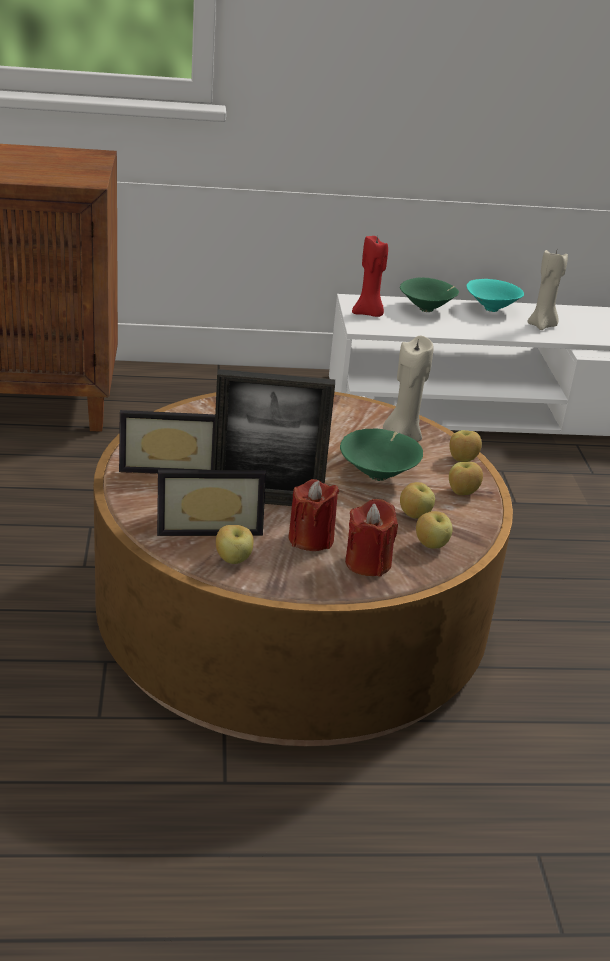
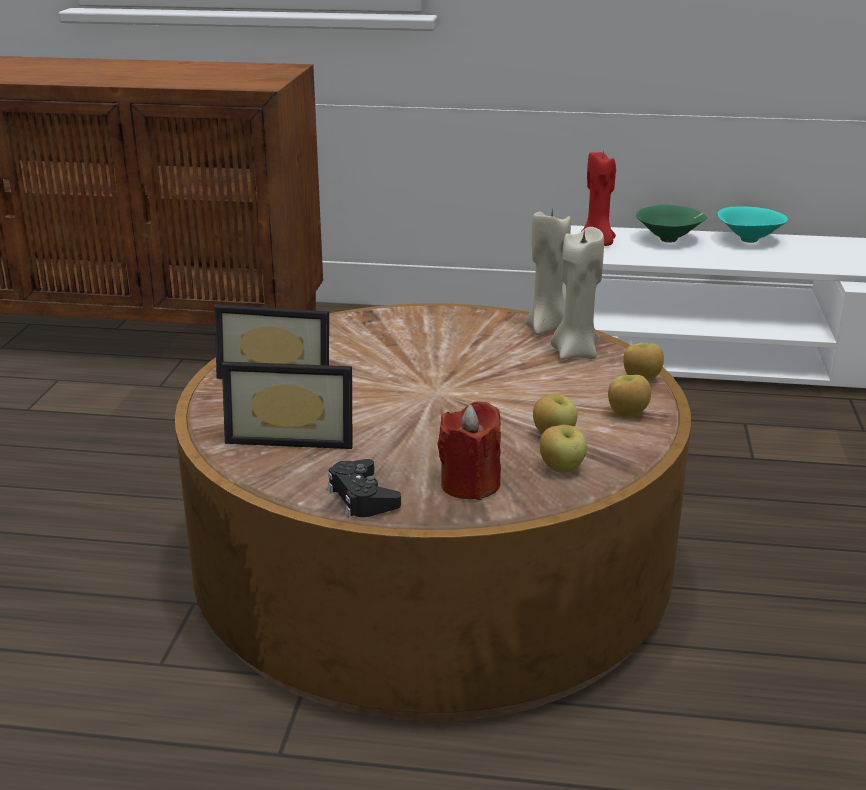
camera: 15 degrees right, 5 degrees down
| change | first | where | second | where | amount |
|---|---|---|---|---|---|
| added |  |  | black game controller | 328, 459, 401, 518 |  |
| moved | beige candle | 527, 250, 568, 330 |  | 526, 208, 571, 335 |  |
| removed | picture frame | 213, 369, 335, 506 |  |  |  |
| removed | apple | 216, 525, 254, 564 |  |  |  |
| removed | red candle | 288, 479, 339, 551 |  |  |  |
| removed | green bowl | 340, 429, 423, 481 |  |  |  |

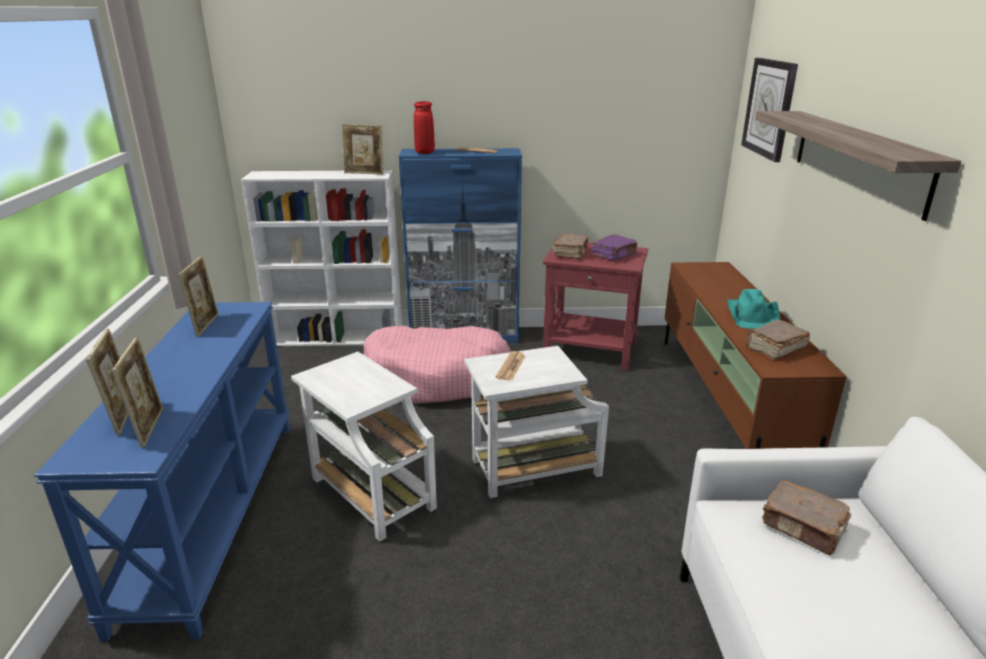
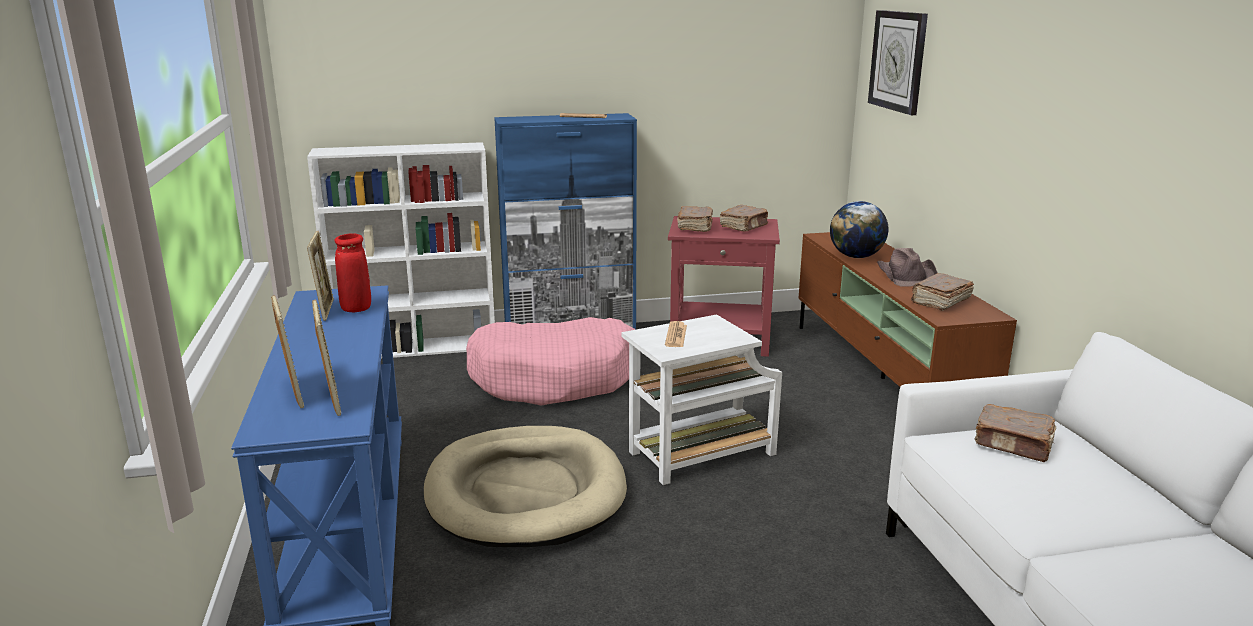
camera: 10 degrees left, 5 degrees down
| change | first | where | second | where | amount |
|---|---|---|---|---|---|
| moved | red vase | 414, 101, 435, 154 |  | 334, 233, 371, 312 |  |
| replaced | white side table | 291, 352, 437, 542 | beige dog bed | 424, 426, 627, 547 |  |
| recoloured | purple book | 592, 234, 637, 260 | brown book | 719, 205, 768, 231 |  |
| added |  |  | globe | 830, 201, 888, 258 |  |
| recoloured | turquoise hat | 727, 289, 780, 329 | brown hat | 877, 248, 938, 287 |  |
| removed | picture frame | 342, 124, 383, 175 |  |  |  |
| removed | shelf | 755, 111, 962, 221 |  |  |  |

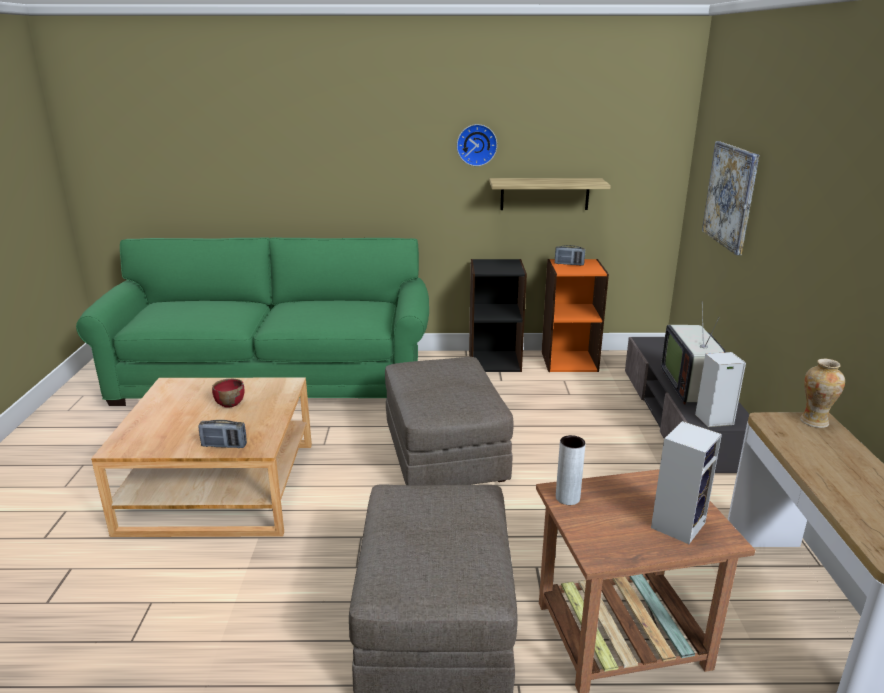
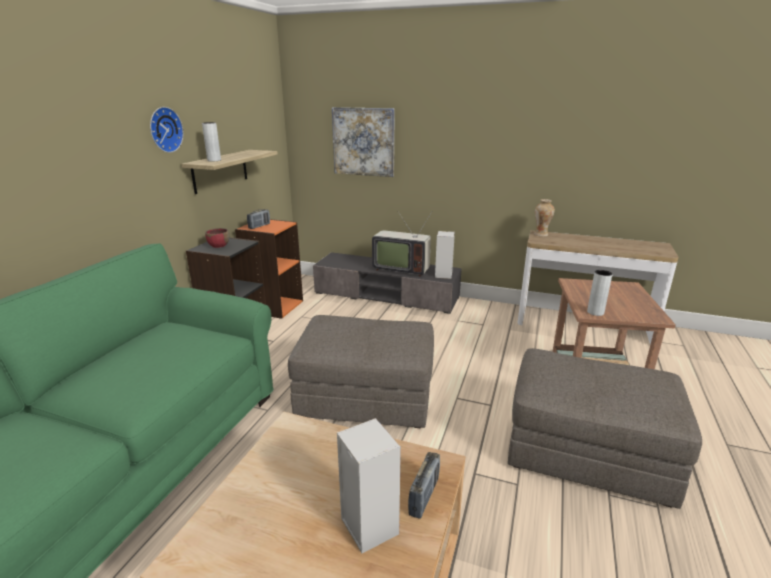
camera: 70 degrees left, 0 degrees up
| change | first | where | second | where | amount |
|---|---|---|---|---|---|
| added |  |  | grey vase | 202, 122, 221, 161 |  |
| moved | red bowl | 212, 379, 244, 408 |  | 205, 228, 229, 248 |  |
| moved | speaker | 651, 421, 722, 544 |  | 337, 418, 401, 553 |  |

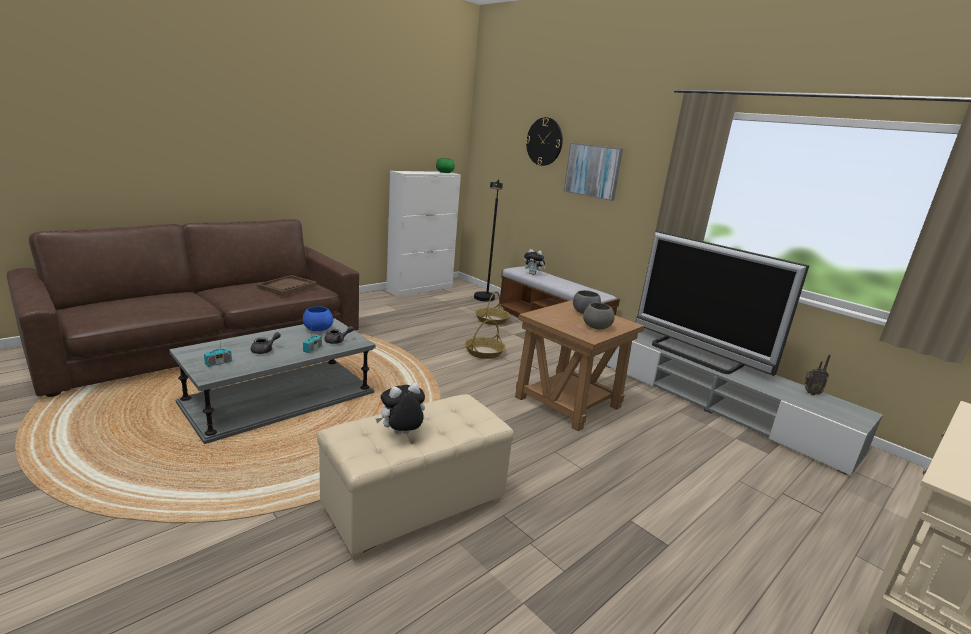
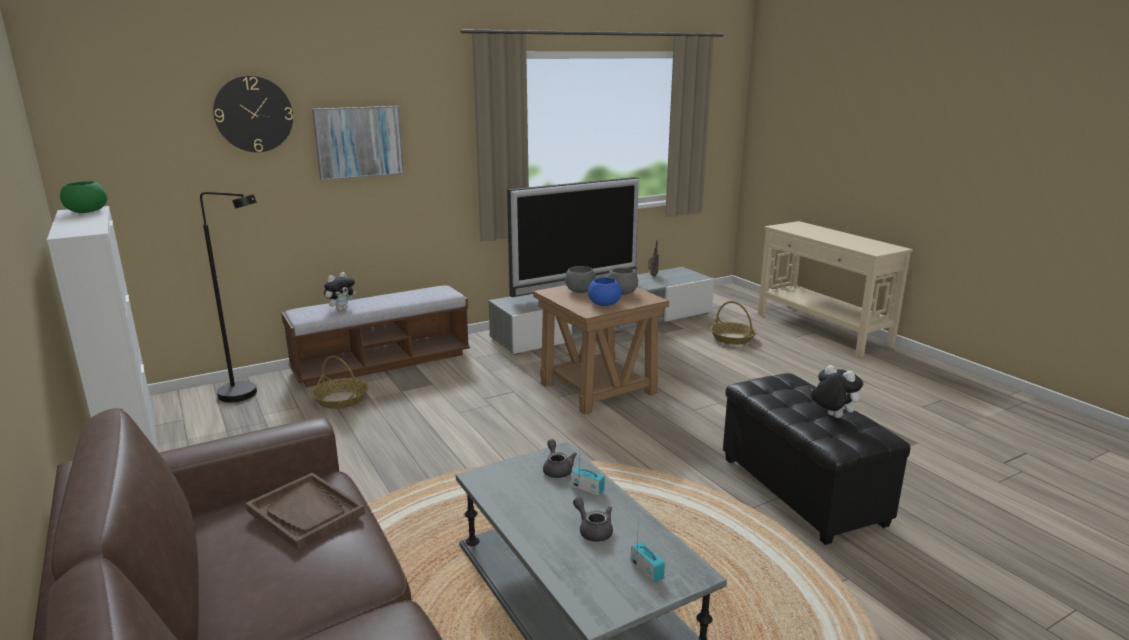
camera: 75 degrees left, 0 degrees up
| change | first | where | second | where | amount |
|---|---|---|---|---|---|
| moved | blue bowl | 303, 306, 333, 331 |  | 588, 277, 622, 306 |  |
| moved | basket | 465, 319, 505, 359 |  | 710, 301, 757, 345 |  |
| recoloured | beige ottoman | 317, 394, 514, 561 | black ottoman | 723, 373, 910, 545 |  |
| turned | plush toy | 376, 383, 425, 434 |  | 811, 365, 863, 418 | 150 degrees clockwise |

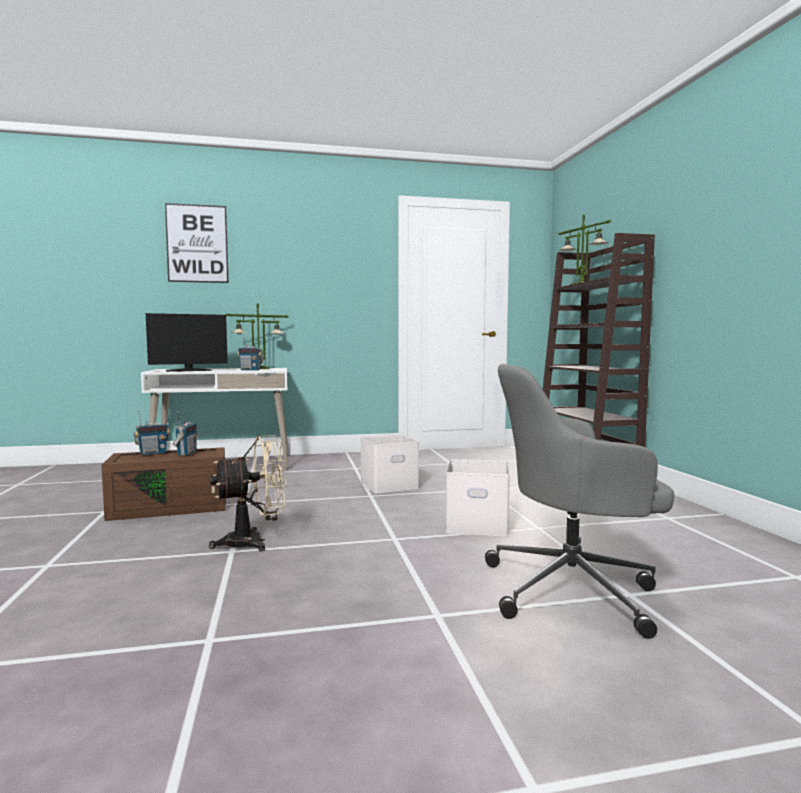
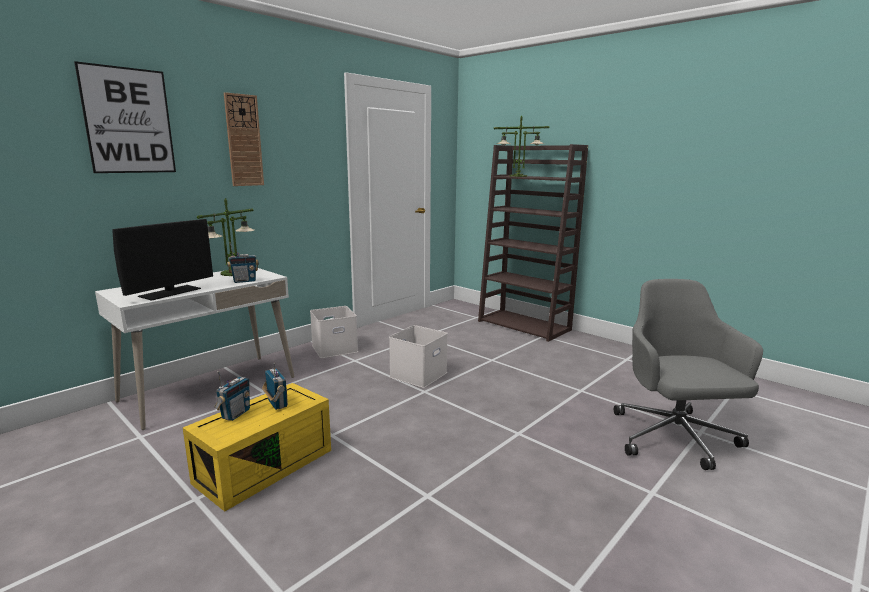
camera: 35 degrees left, 10 degrees up
| change | first | where | second | where | amount |
|---|---|---|---|---|---|
| recoloured | brown storage box | 101, 447, 226, 521 | yellow storage box | 183, 383, 331, 512 |  |
| added |  |  | wall clock | 224, 92, 264, 186 |  |
| moved | white storage box | 446, 459, 510, 537 |  | 310, 306, 358, 358 |  |
| turned | grey office chair | 485, 364, 675, 639 |  | 614, 279, 763, 470 | 120 degrees clockwise |
| removed | beige fan | 209, 435, 287, 551 |  |  |  |

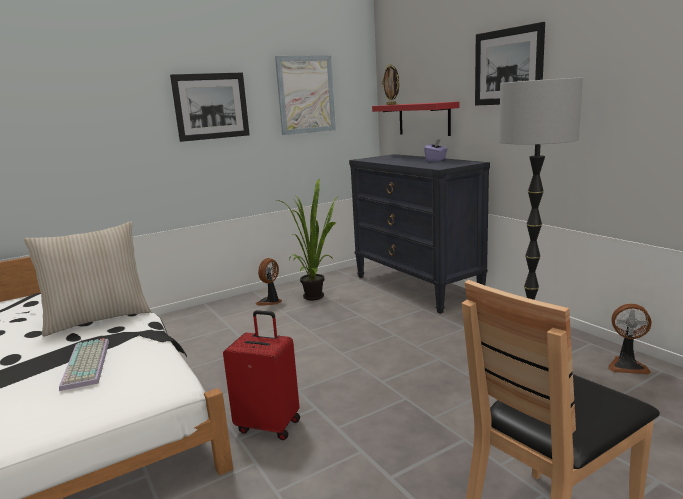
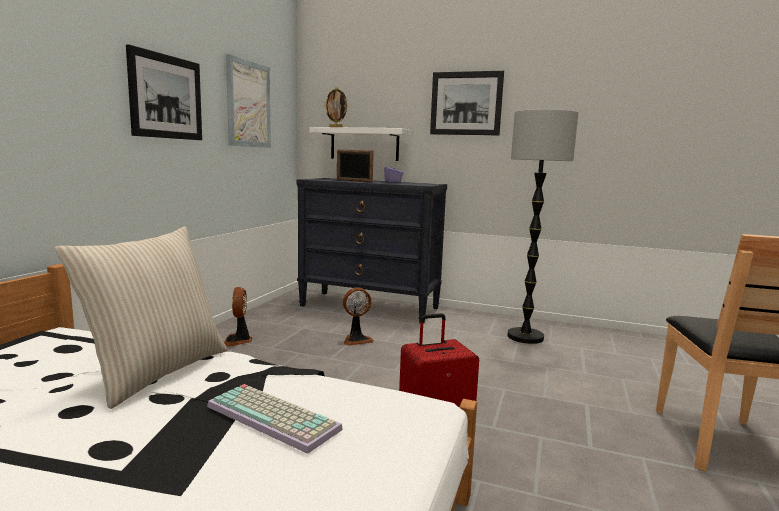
camera: 40 degrees left, 5 degrees down
| change | first | where | second | where | amount |
|---|---|---|---|---|---|
| recoloured | red shelf | 372, 102, 460, 136 | white shelf | 310, 127, 411, 161 |  |
| added |  |  | picture frame | 337, 150, 374, 182 |  |
| moved | fan | 608, 304, 652, 375 |  | 343, 287, 374, 346 |  |
| removed | potted plant | 277, 179, 337, 300 |  |  |  |

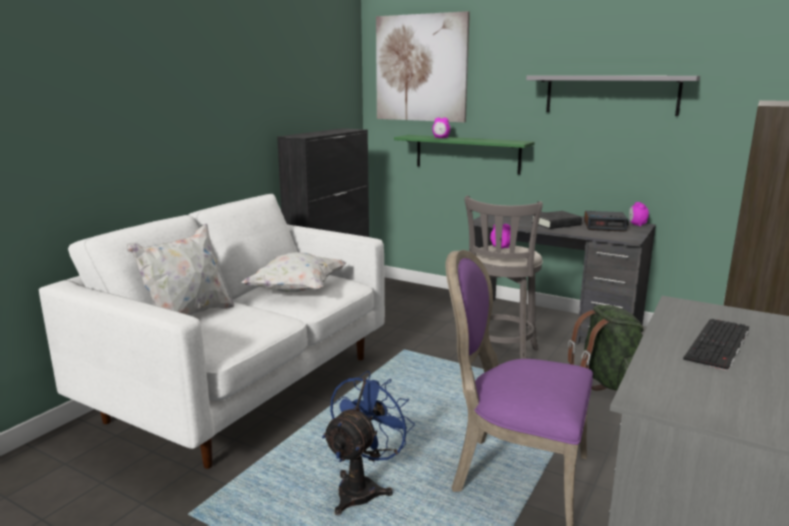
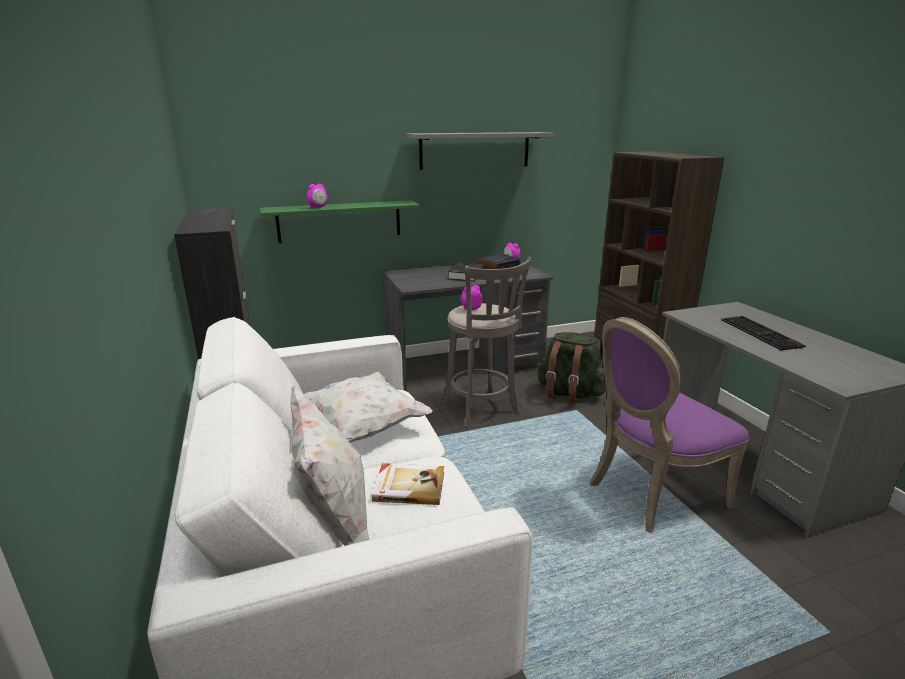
camera: 50 degrees left, 5 degrees up
| change | first | where | second | where | amount |
|---|---|---|---|---|---|
| added |  |  | book | 372, 463, 444, 505 |  |
| removed | blue fan | 322, 371, 415, 515 |  |  |  |
| removed | picture | 376, 11, 470, 123 |  |  |  |

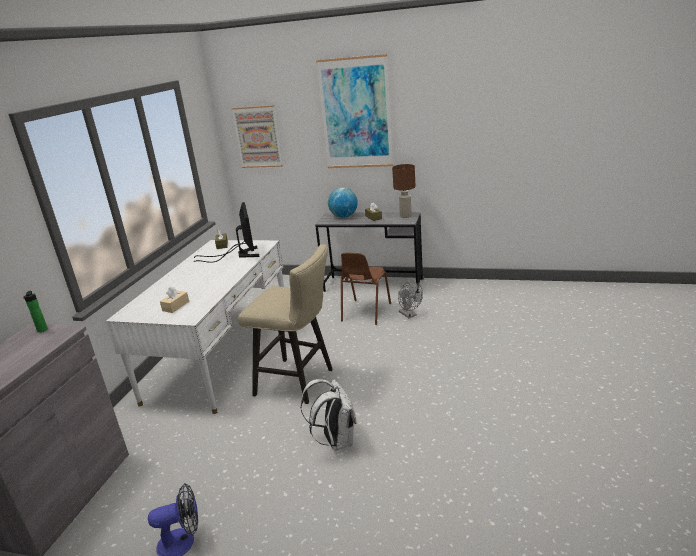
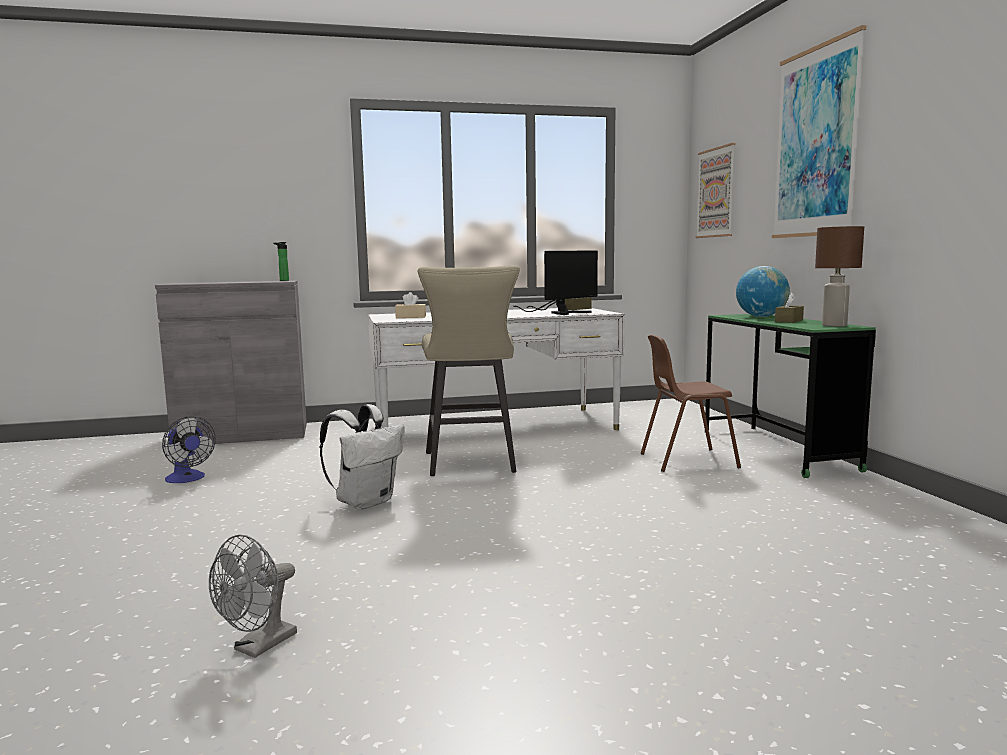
camera: 60 degrees right, 15 degrees down
| change | first | where | second | where | amount |
|---|---|---|---|---|---|
| moved | grey fan | 398, 281, 423, 318 |  | 209, 535, 297, 658 |  |
| recoloured | grey desk | 315, 212, 424, 293 | green desk | 705, 314, 876, 478 |  |

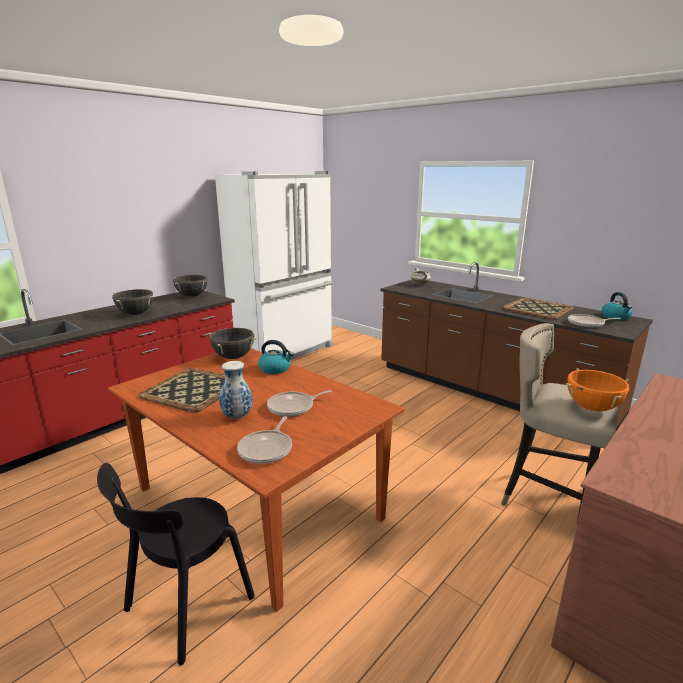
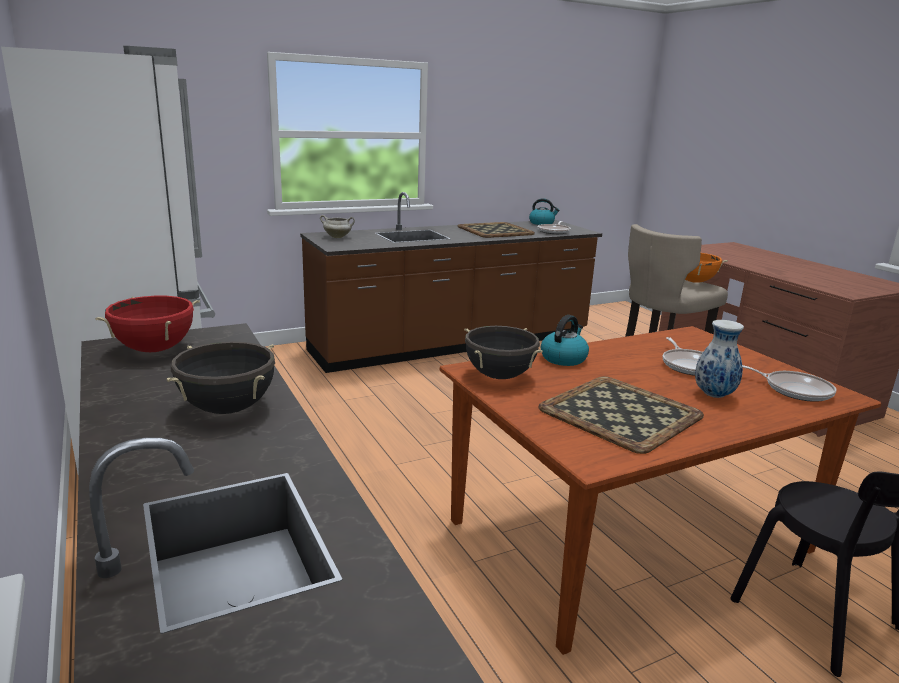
camera: 70 degrees left, 0 degrees up
| change | first | where | second | where | amount |
|---|---|---|---|---|---|
| recoloured | black cooking pot | 173, 275, 207, 297 | red cooking pot | 95, 296, 200, 352 |  |

